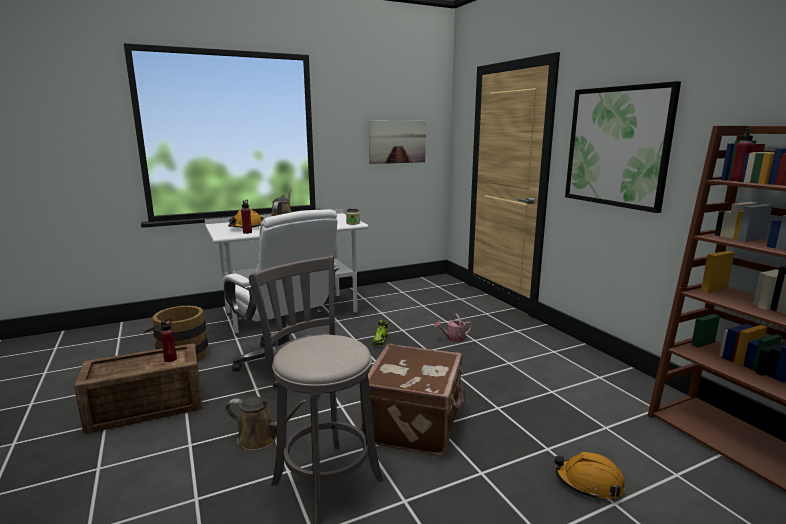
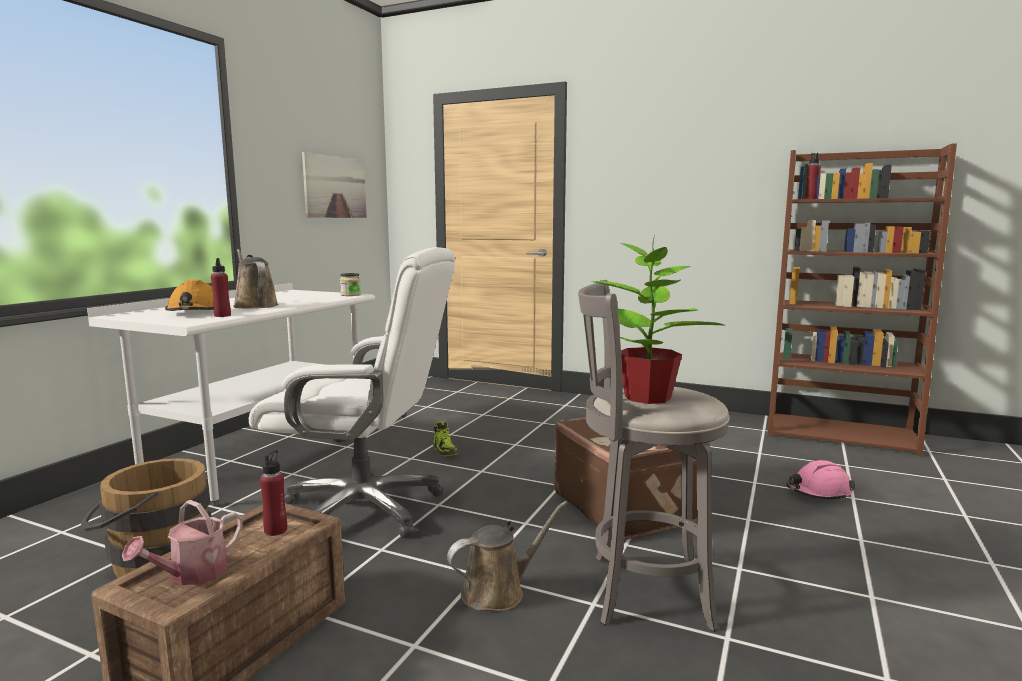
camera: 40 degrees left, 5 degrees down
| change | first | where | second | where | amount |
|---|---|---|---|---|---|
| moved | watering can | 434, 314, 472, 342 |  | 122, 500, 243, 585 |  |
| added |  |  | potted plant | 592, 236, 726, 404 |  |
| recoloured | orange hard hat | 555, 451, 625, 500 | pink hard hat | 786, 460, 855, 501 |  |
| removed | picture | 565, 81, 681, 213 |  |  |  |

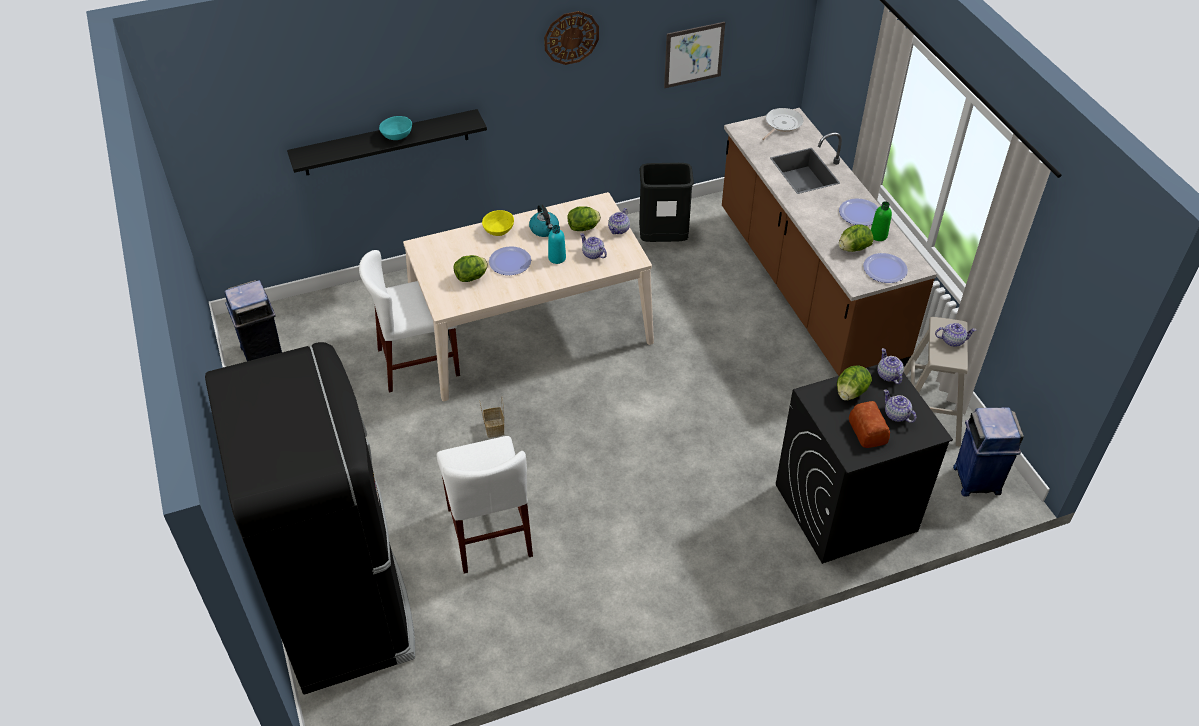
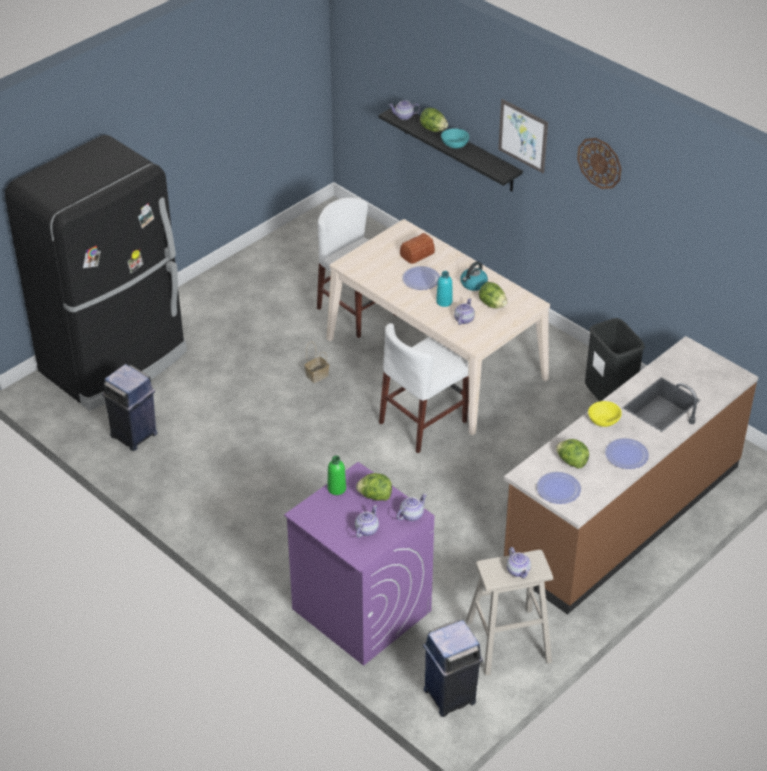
camera: 65 degrees right, 5 degrees down
| change | first | where | second | where | amount |
|---|---|---|---|---|---|
| moved | blue trash can | 224, 280, 282, 361 |  | 102, 364, 157, 451 |  |
| recoloured | black washing machine | 776, 364, 953, 564 | purple washing machine | 284, 462, 434, 666 |  |
| moved | green bottle | 871, 201, 892, 241 |  | 327, 455, 346, 495 |  |
| moved | white chair | 437, 436, 533, 574 |  | 379, 323, 469, 453 |  |
| moved | teapot | 608, 208, 630, 234 |  | 389, 100, 420, 120 |  |
| moved | bread | 849, 401, 890, 448 |  | 400, 233, 435, 264 |  |
| moved | lettuce | 453, 255, 488, 282 |  | 420, 108, 448, 132 |  |
| moved | picture | 664, 22, 725, 88 |  | 498, 99, 548, 173 |  |
| moved | yellow bowl | 482, 210, 514, 236 |  | 588, 401, 622, 427 |  |
| removed | frying pan | 762, 108, 803, 140 |  |  |  |

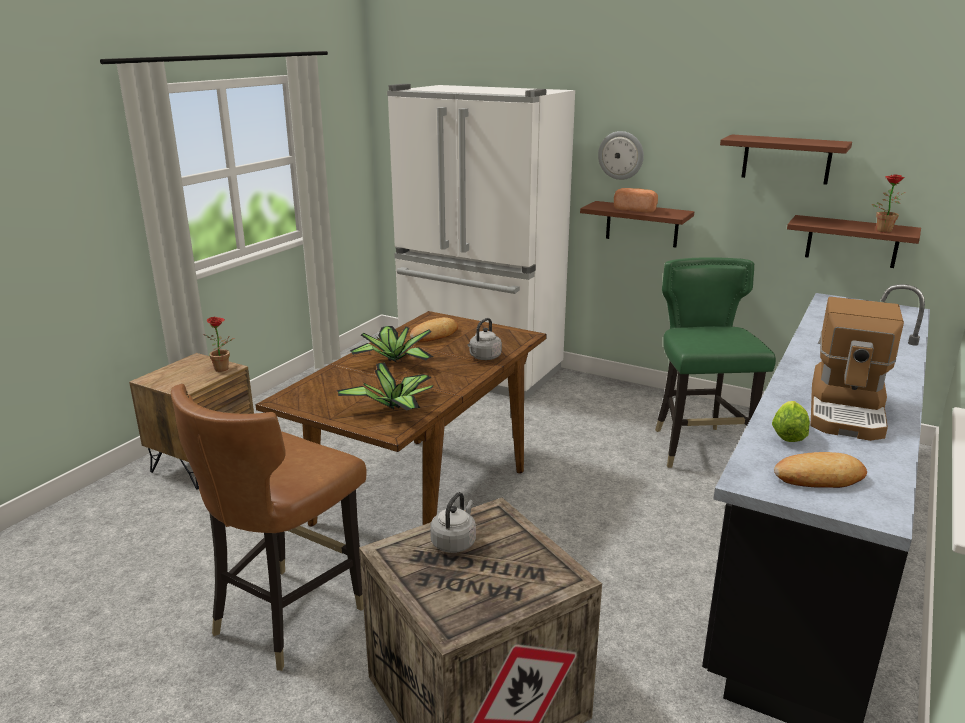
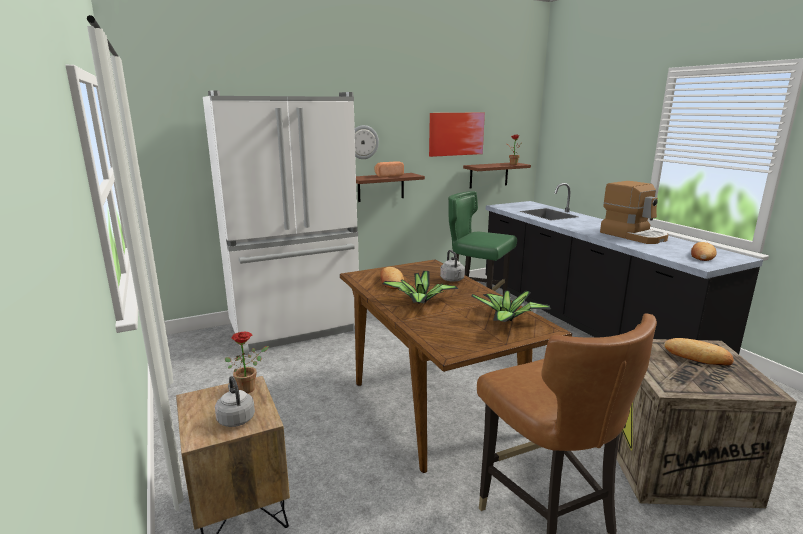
camera: 55 degrees left, 5 degrees down
| change | first | where | second | where | amount |
|---|---|---|---|---|---|
| moved | grey kettle | 430, 492, 476, 553 |  | 215, 376, 255, 427 |  |
| replaced | brown shelf | 720, 134, 852, 185 | picture | 429, 112, 485, 157 |  |
| added |  |  | bread | 664, 338, 734, 365 |  |
| removed | lettuce | 772, 401, 810, 442 |  |  |  |

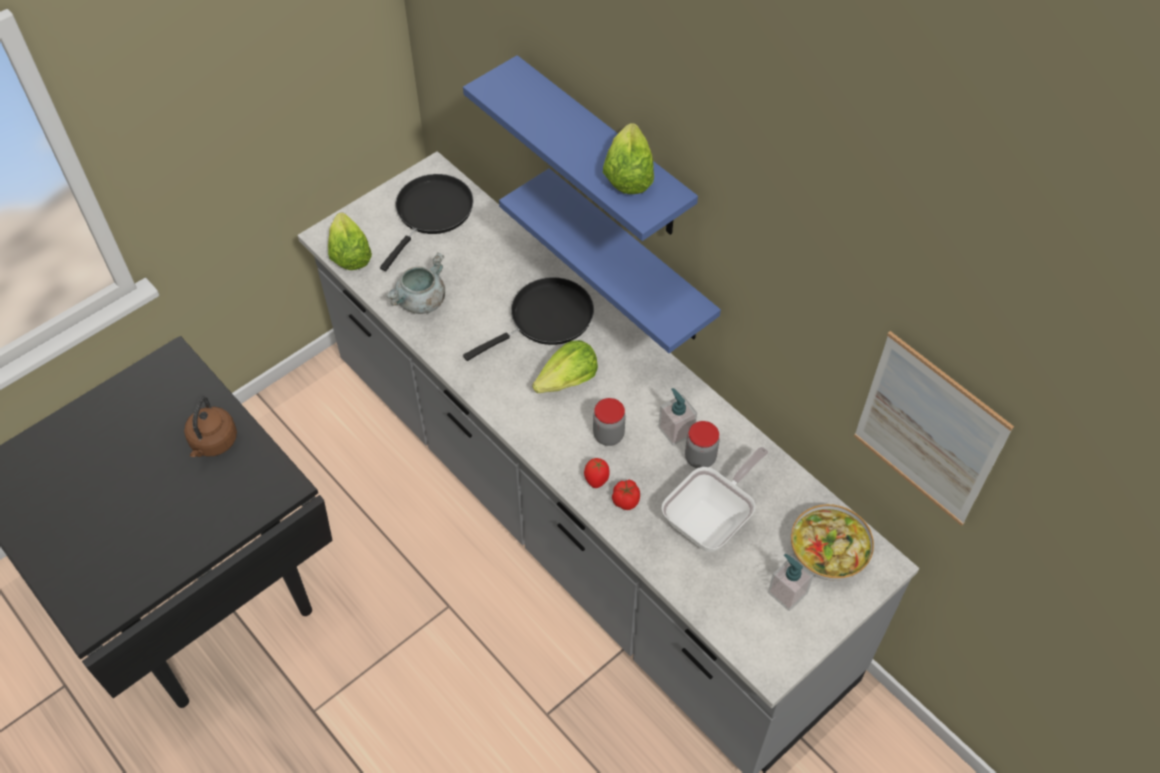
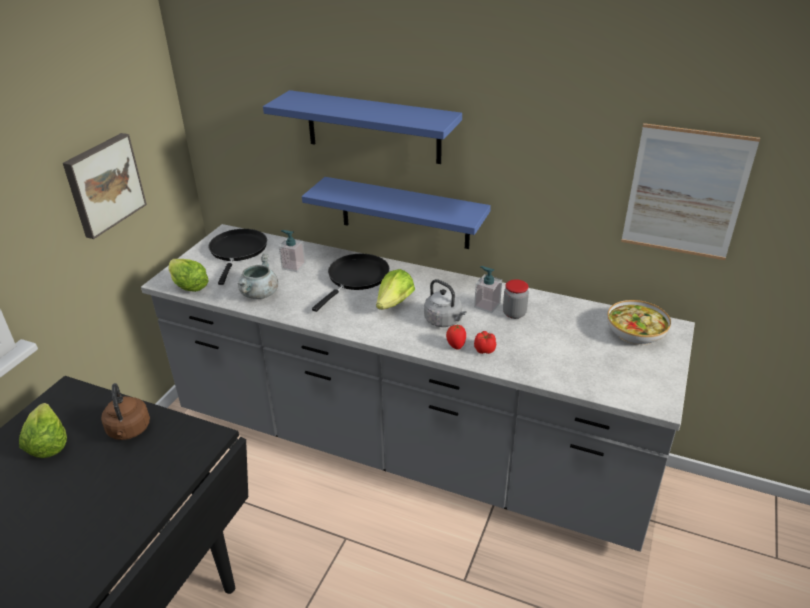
camera: 25 degrees left, 20 degrees down
| change | first | where | second | where | amount |
|---|---|---|---|---|---|
| moved | lettuce | 603, 123, 654, 194 |  | 19, 403, 67, 458 |  |
| added |  |  | picture | 63, 133, 147, 239 |  |
| moved | soap dispenser | 768, 554, 814, 611 |  | 279, 230, 306, 272 |  |
| replaced | jar | 593, 398, 626, 446 | grey kettle | 424, 279, 467, 327 |  |
| removed | frying pan | 662, 447, 768, 552 |  |  |  |

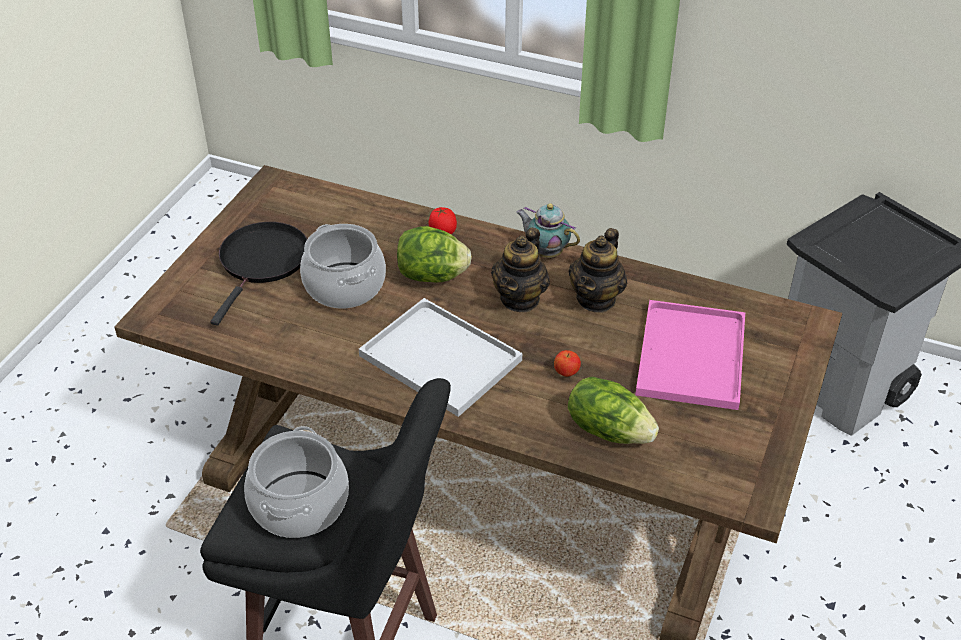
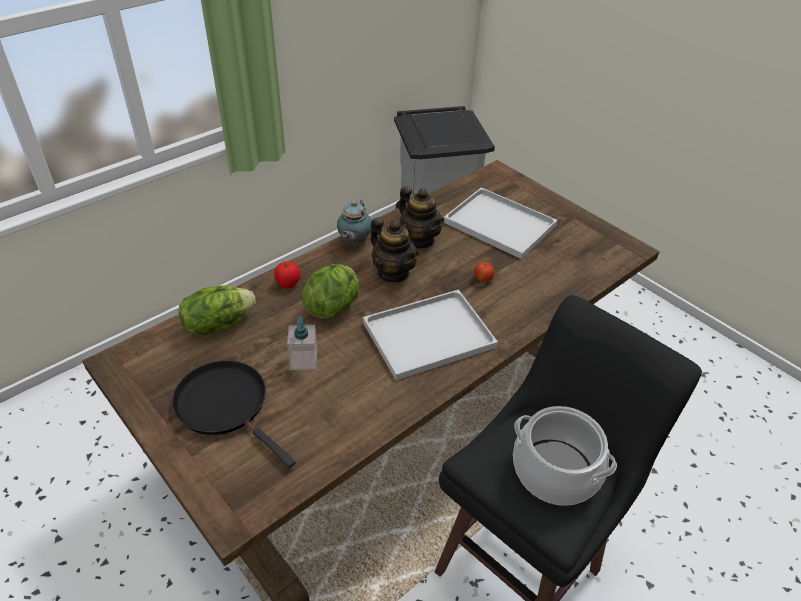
camera: 65 degrees left, 0 degrees up
| change | first | where | second | where | amount |
|---|---|---|---|---|---|
| moved | lettuce | 568, 377, 659, 444 |  | 179, 285, 256, 335 |  |
| replaced | cooking pot | 300, 224, 386, 309 | soap dispenser | 287, 316, 317, 370 |  |
| turned | teapot | 516, 203, 580, 258 |  | 337, 199, 372, 245 | 45 degrees counterclockwise |
| recoloured | pink tray | 635, 300, 745, 410 | white tray | 444, 187, 557, 259 |  |

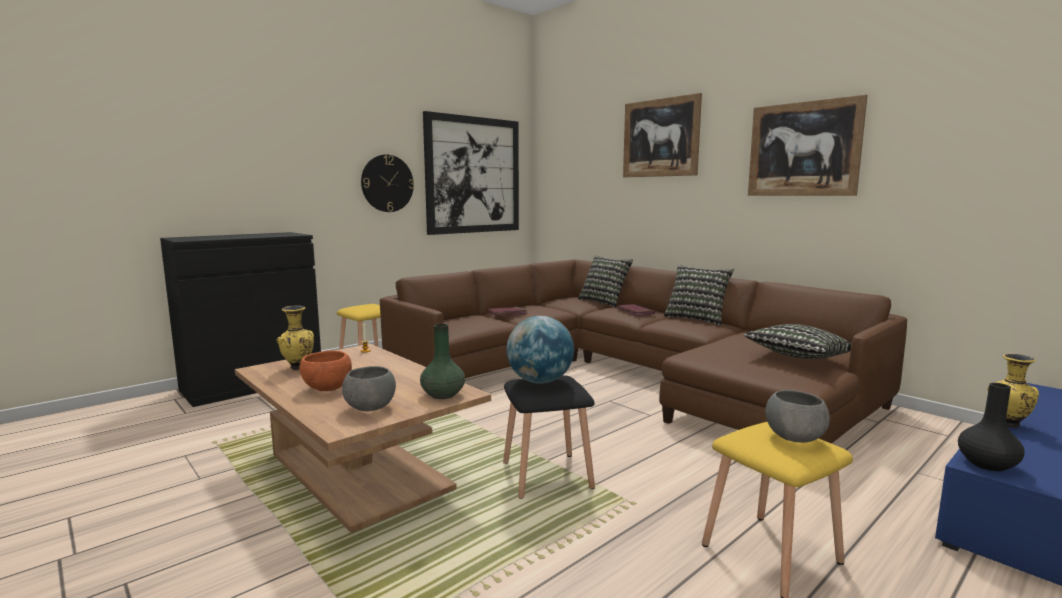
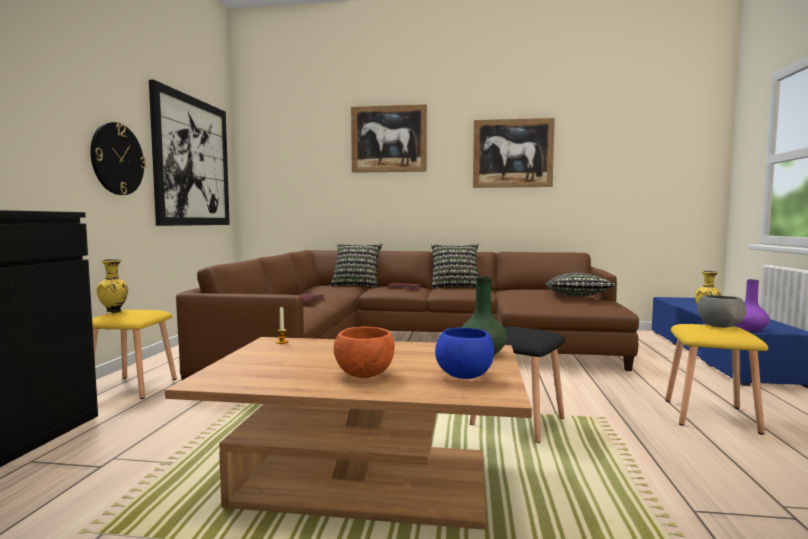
camera: 40 degrees left, 5 degrees down
| change | first | where | second | where | amount |
|---|---|---|---|---|---|
| moved | yellow vase | 277, 306, 314, 370 |  | 97, 259, 128, 313 |  |
| recoloured | grey bowl | 342, 366, 396, 411 | blue bowl | 435, 328, 494, 379 |  |
| recoloured | black vase | 958, 383, 1025, 471 | purple vase | 736, 279, 770, 331 |  |
| removed | globe | 506, 316, 574, 384 |  |  |  |

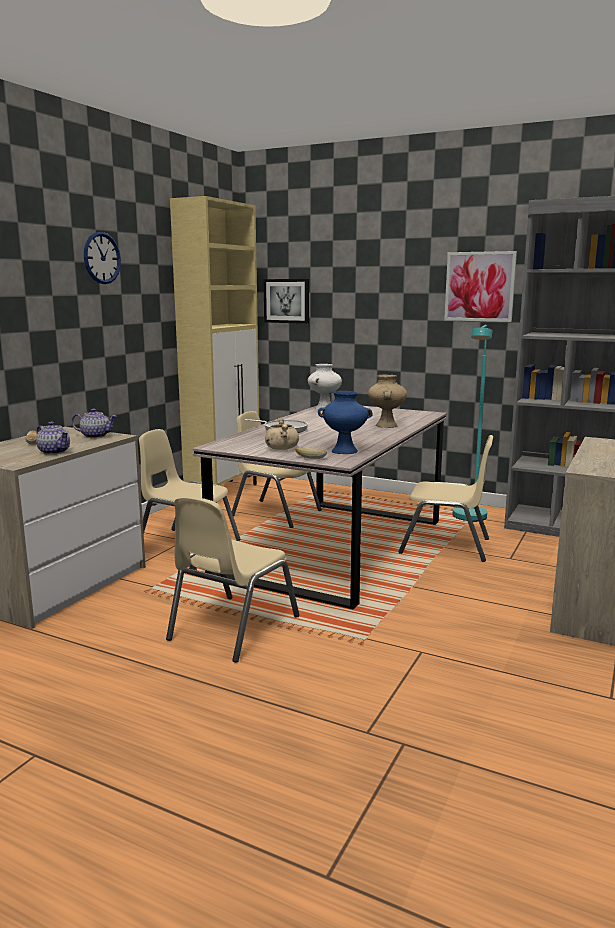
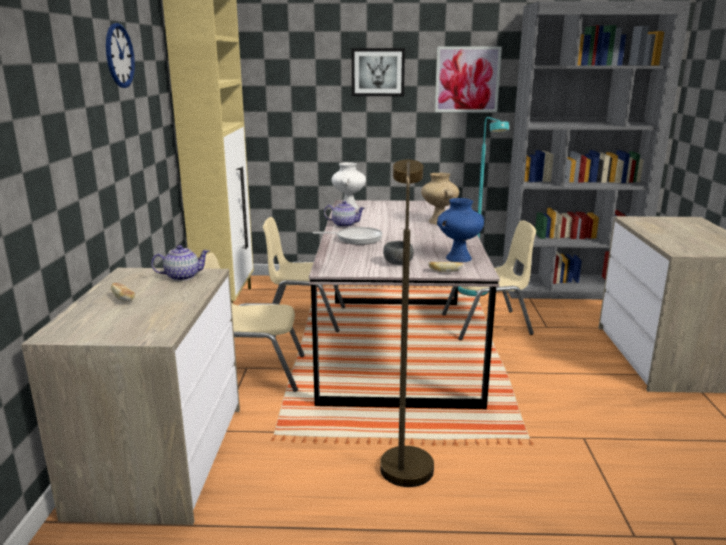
camera: 25 degrees left, 5 degrees up
| change | first | where | second | where | amount |
|---|---|---|---|---|---|
| moved | teapot | 36, 422, 70, 455 |  | 324, 201, 365, 227 |  |
| moved | picture | 264, 279, 309, 324 |  | 352, 48, 405, 96 |  |
| replaced | beige chair | 166, 496, 299, 663 | brown floor lamp | 380, 160, 434, 487 |  |
| replaced | beige cooking pot | 265, 418, 299, 450 | grey bowl | 383, 241, 414, 265 |  |

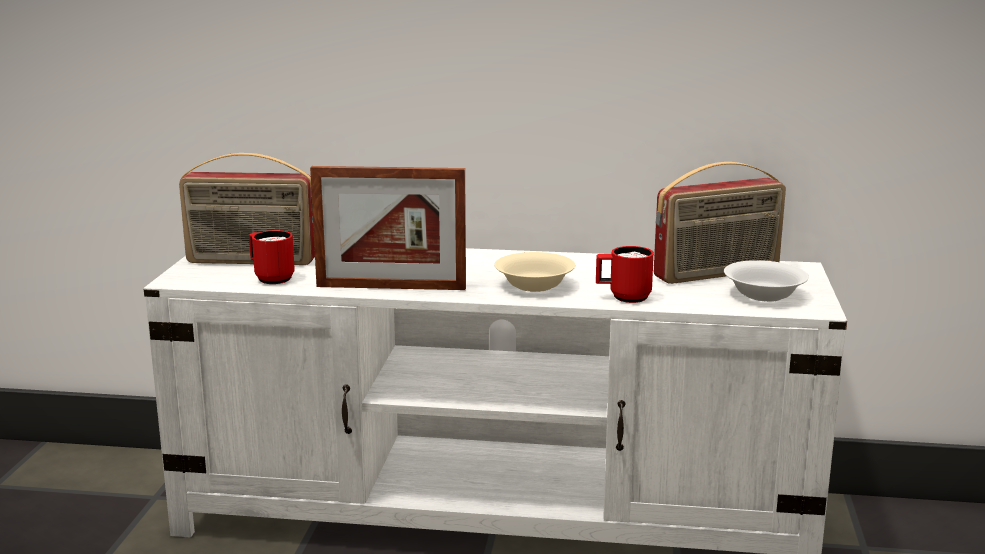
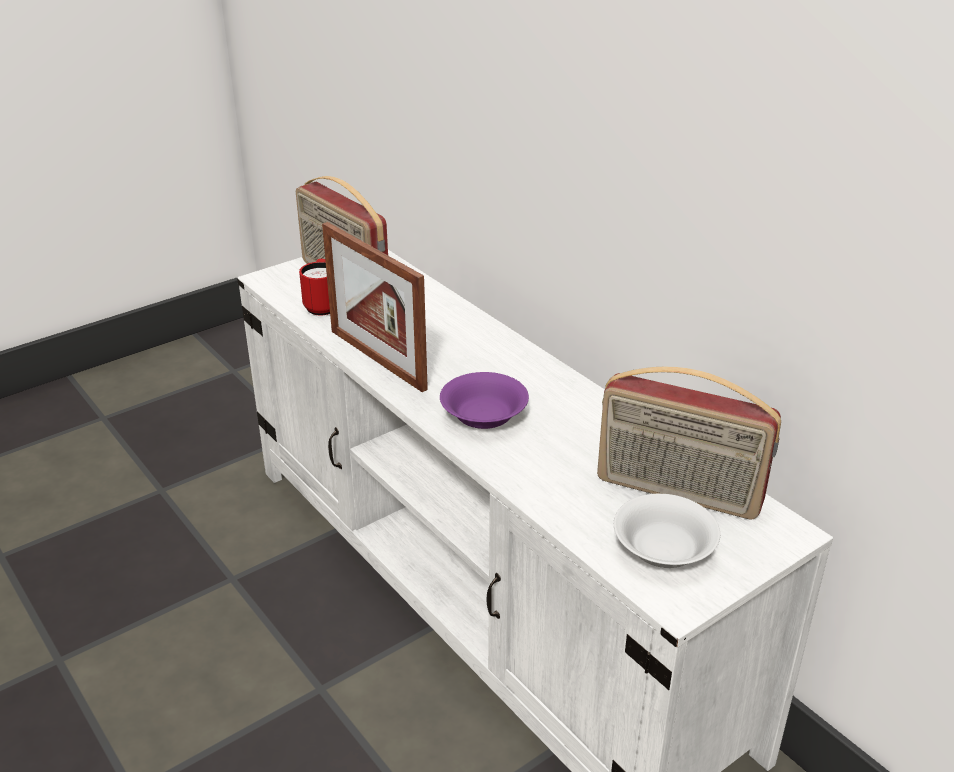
camera: 45 degrees right, 15 degrees up
| change | first | where | second | where | amount |
|---|---|---|---|---|---|
| recoloured | beige bowl | 495, 252, 575, 292 | purple bowl | 440, 372, 529, 429 |  |
| removed | red mug | 596, 246, 654, 303 |  |  |  |

